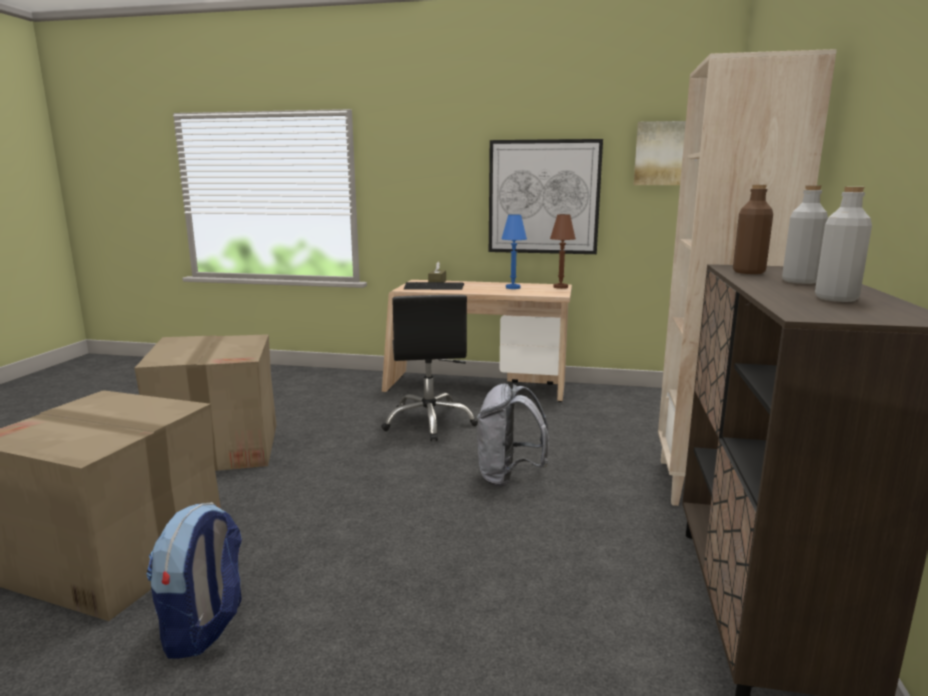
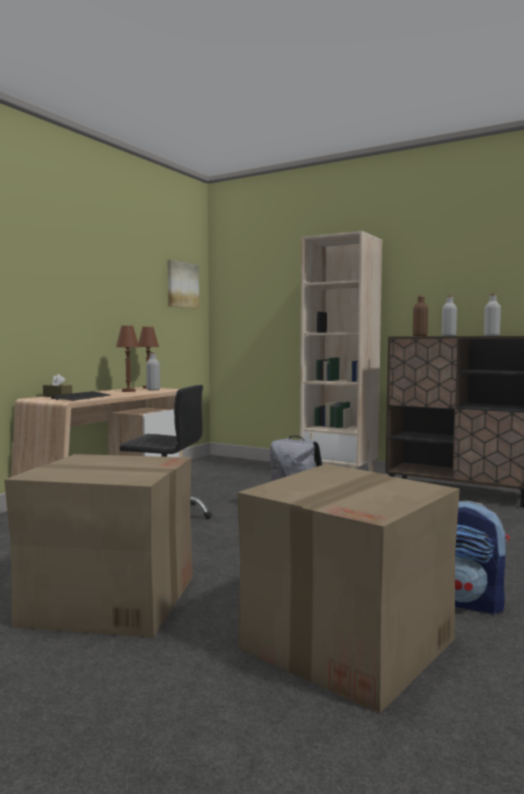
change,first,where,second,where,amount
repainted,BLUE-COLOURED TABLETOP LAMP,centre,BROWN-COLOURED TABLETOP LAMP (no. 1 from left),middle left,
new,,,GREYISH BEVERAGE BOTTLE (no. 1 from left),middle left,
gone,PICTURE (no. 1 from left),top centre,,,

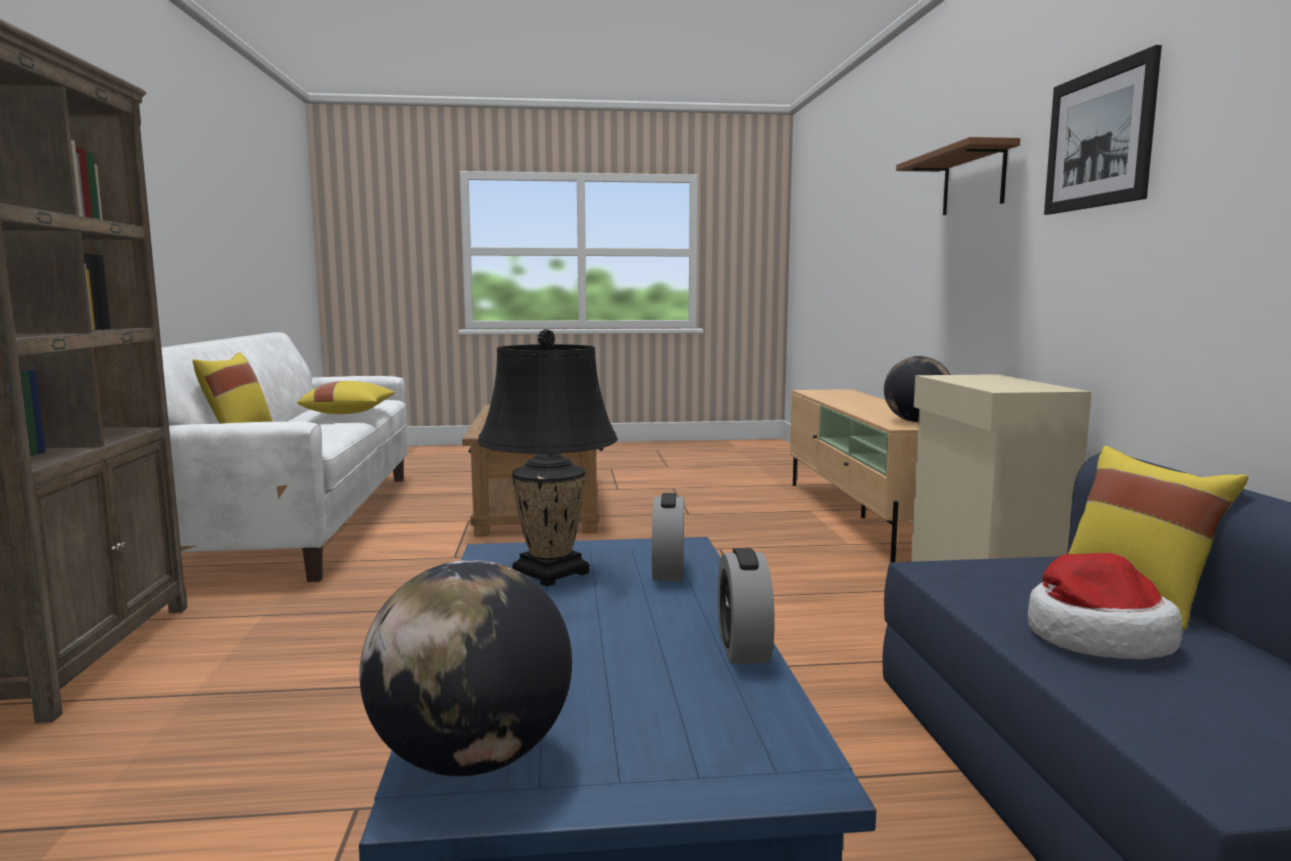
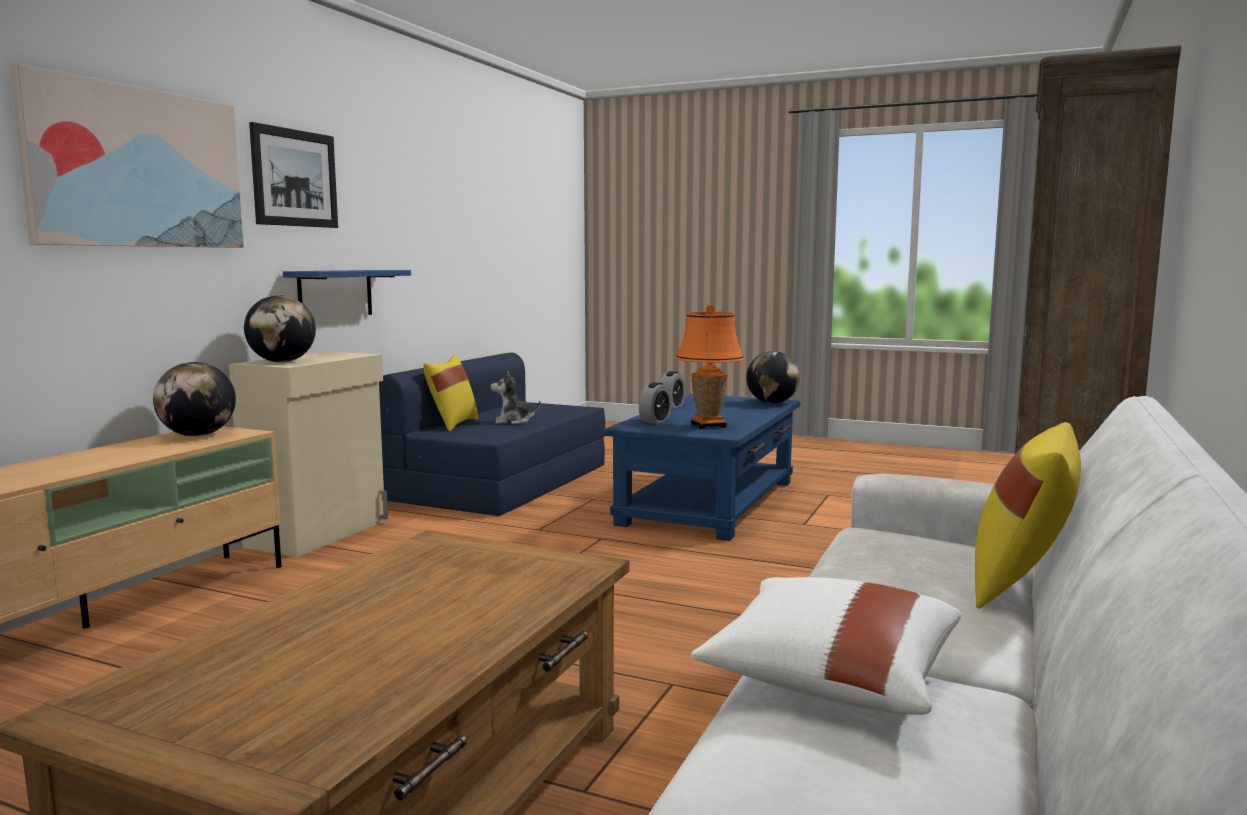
change,first,where,second,where,amount
swapped,BROWN-COLOURED BRACKET SHELF,top right,PICTURE (no. 1 from left),top left,
new,,,WORLD GLOBE (no. 2 from left),middle left,
new,,,BLUE-COLOURED BRACKET SHELF,middle left,
swapped,HAT,bottom right,CUDDLY TOY,centre,
repainted,BLACKISH TABLETOP LAMP,centre,ORANGE TABLETOP LAMP,centre,
repainted,YELLOWISH THROW PILLOW (no. 2 from left),middle left,WHITE THROW PILLOW,bottom centre,

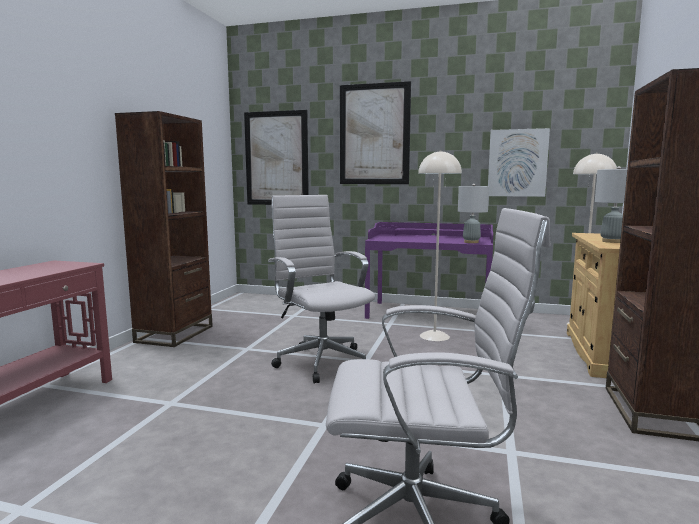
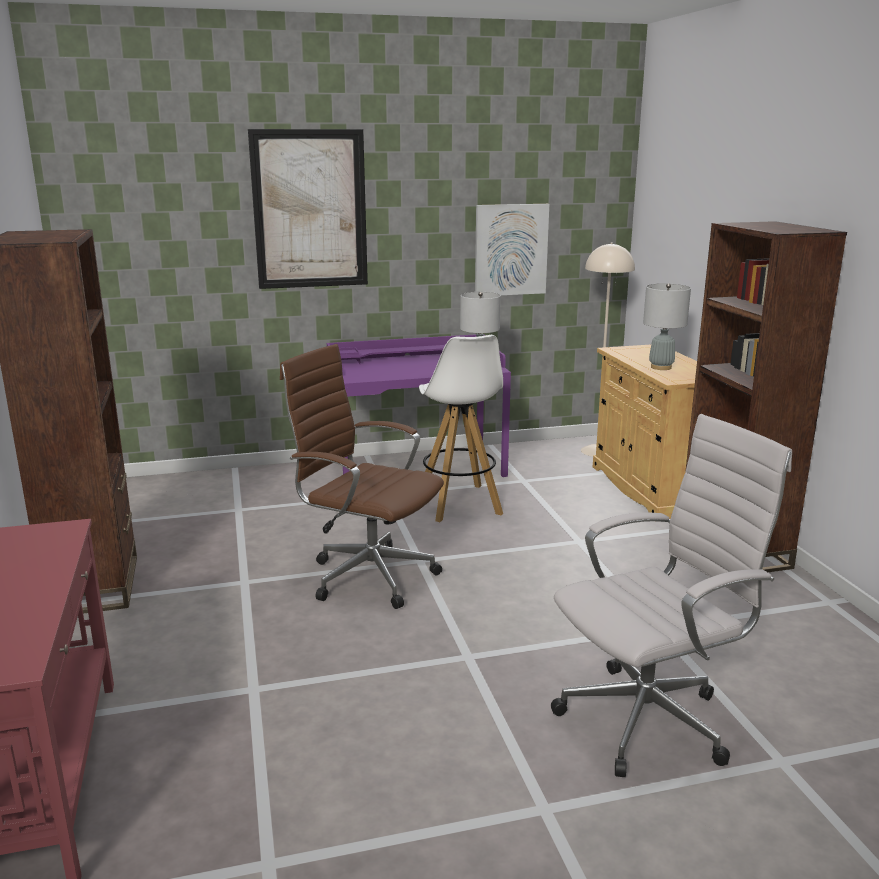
change,first,where,second,where,amount
repainted,WHITE OFFICE CHAIR (no. 1 from left),centre,BROWN-COLOURED OFFICE CHAIR,centre,
swapped,BEIGE STANDARD LAMP (no. 1 from left),centre,WHITE STOOL SEAT,centre,
gone,PICTURE (no. 1 from left),top centre,,,

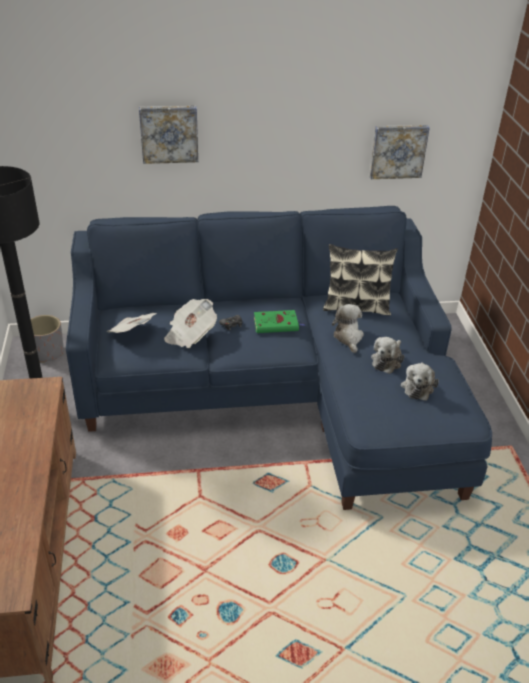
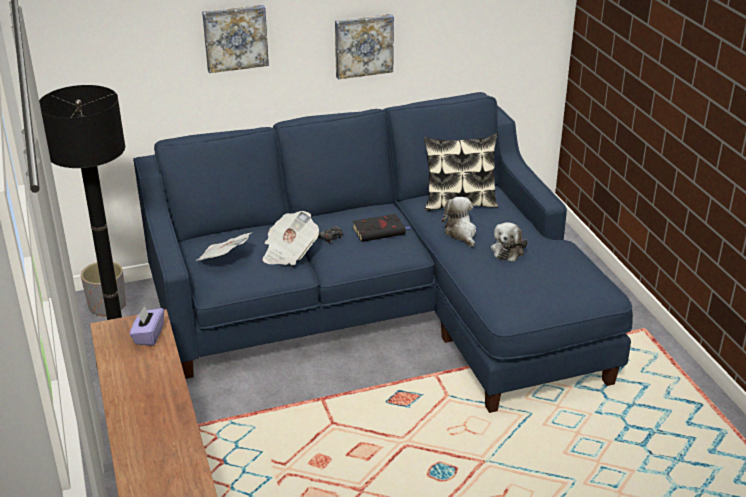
change,first,where,second,where,amount
new,,,PURPLE-COLOURED BOX OF TISSUES,middle left,
shifted,PICTURE (no. 2 from left),top right,,top centre,
repainted,GREEN-COLOURED VOLUME,centre,BLACKISH VOLUME,centre,
gone,CUDDLY TOY (no. 3 from left),middle right,,,

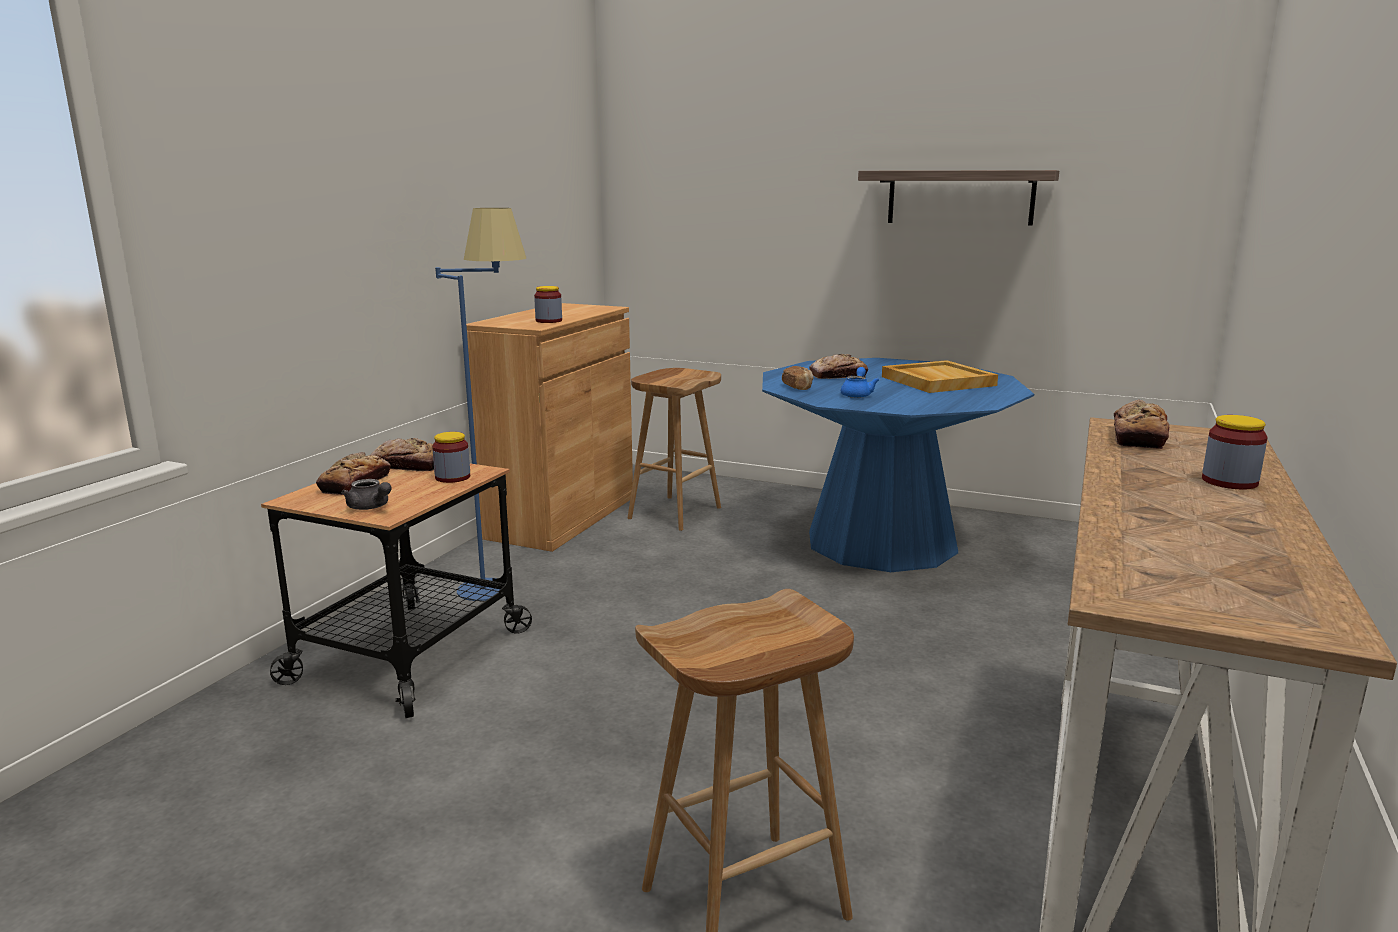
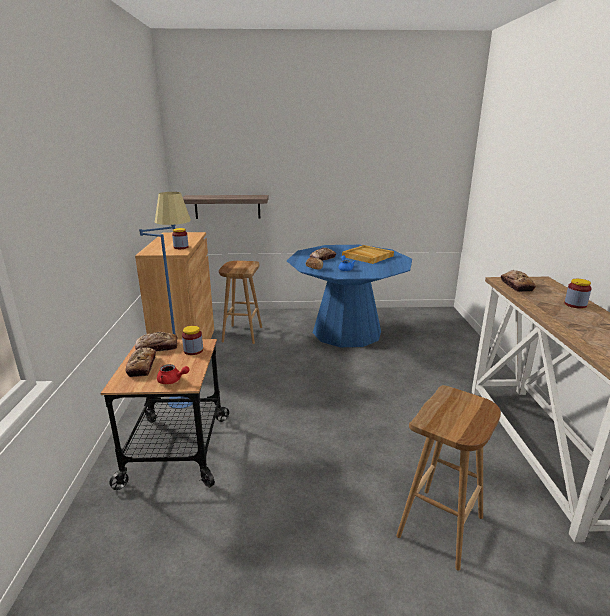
change,first,where,second,where,amount
repainted,GREYISH POT FOR TEA,middle left,RED POT FOR TEA,middle left,
shifted,BRACKET SHELF,top right,,centre,

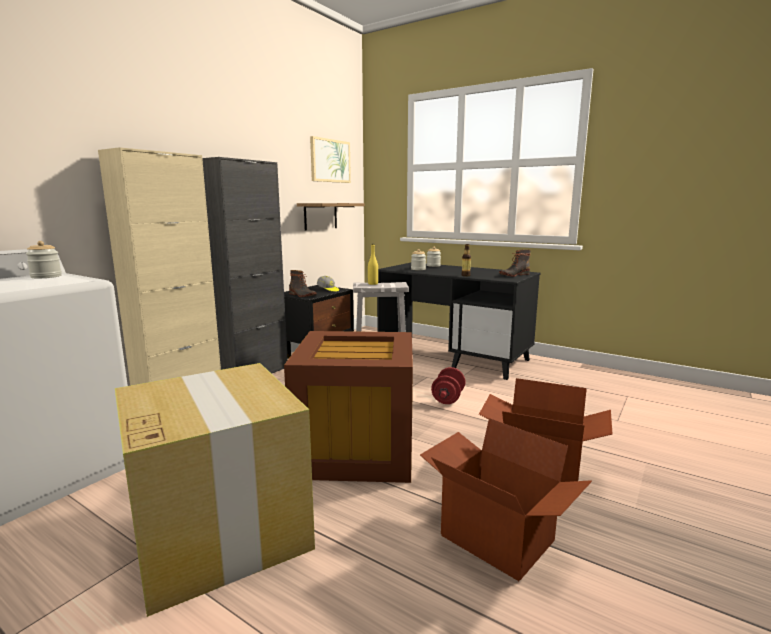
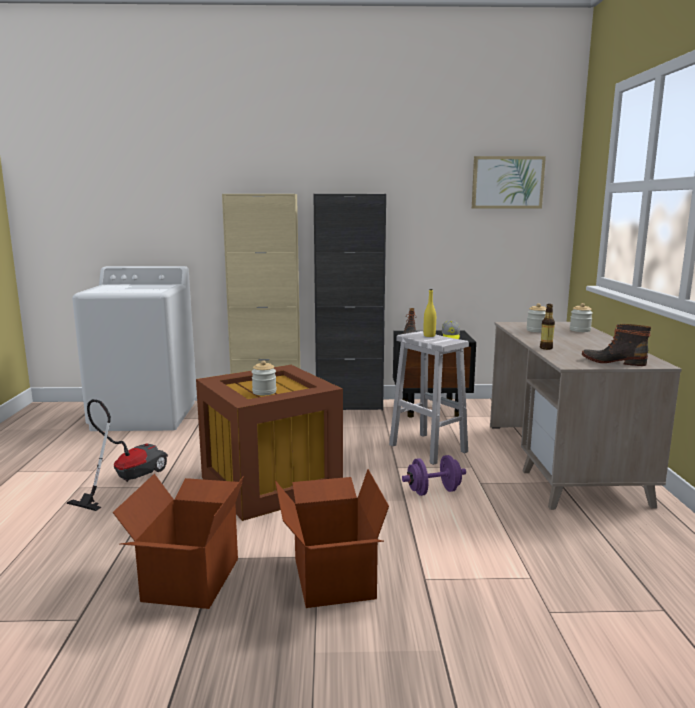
change,first,where,second,where,amount
swapped,CARDBOARD BOX (no. 1 from left),bottom left,VACUUM,middle left,
shifted,STORAGE JAR (no. 1 from left),middle left,,centre,
repainted,RED HAND WEIGHT,centre,PURPLE-COLOURED HAND WEIGHT,bottom centre,
repainted,BLACKISH DESK UNIT,centre,BEIGE DESK UNIT,middle right,
gone,BRACKET SHELF,centre,,,

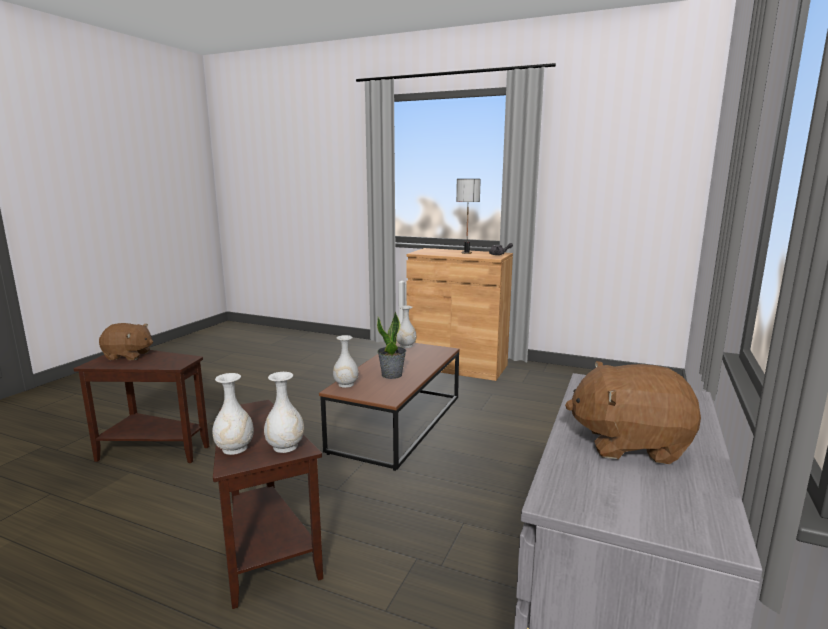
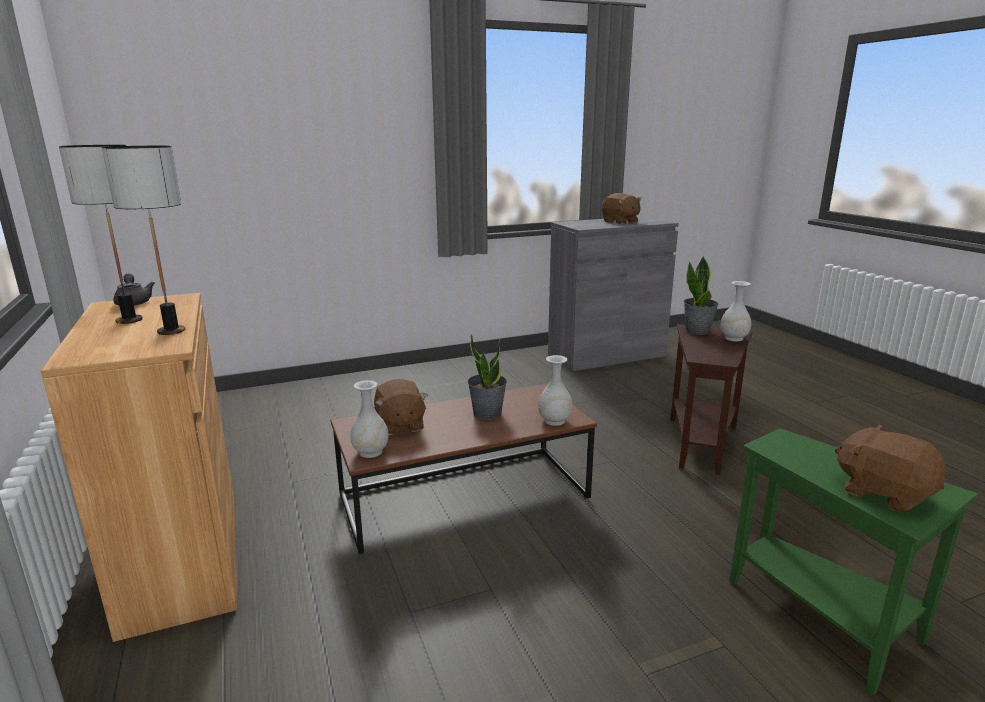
change,first,where,second,where,amount
new,,,TABLETOP LAMP (no. 2 from left),middle left,
new,,,BROWN-COLOURED CUDDLY TOY (no. 1 from left),centre,
swapped,WHITE VASE (no. 2 from left),centre,POTTED PLANT (no. 2 from left),middle right,
repainted,BROWN-COLOURED END TABLE (no. 1 from left),middle left,GREEN-COLOURED END TABLE,bottom right,

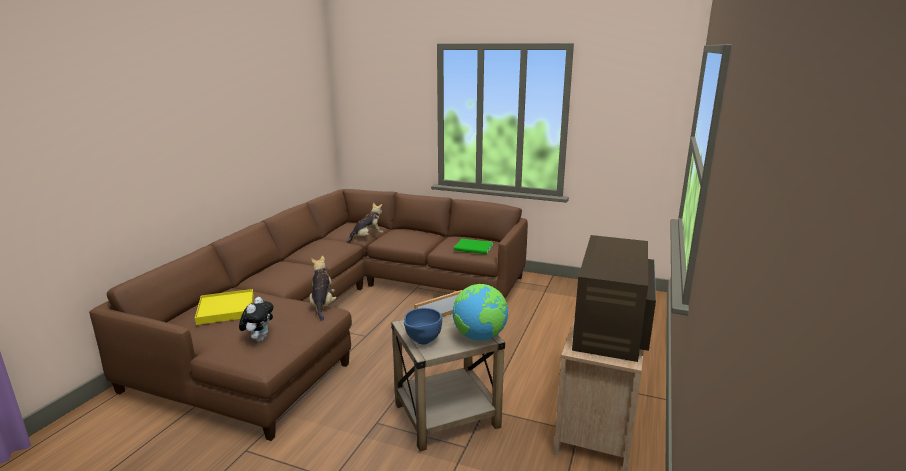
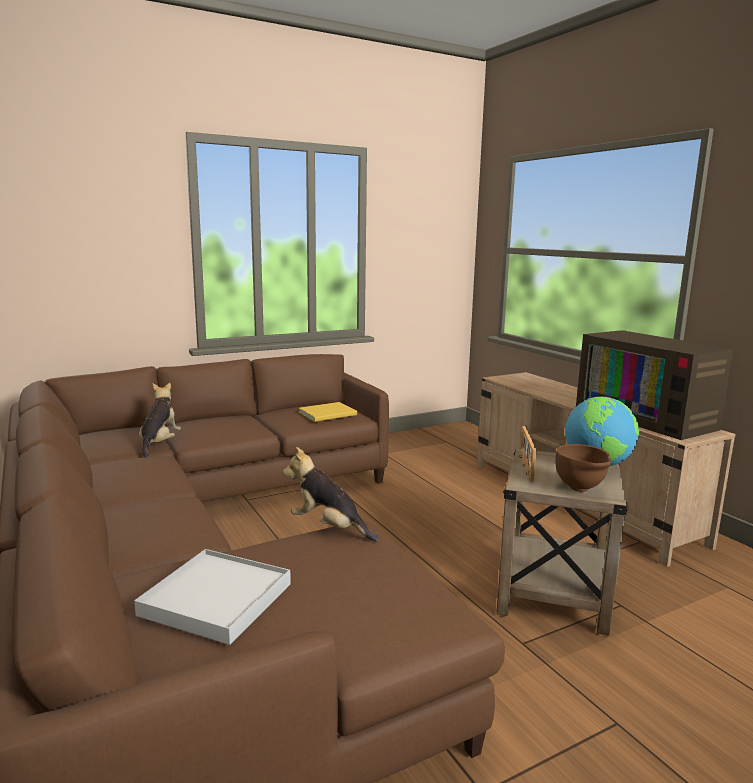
change,first,where,second,where,amount
repainted,YELLOWISH SERVING TRAY,middle left,WHITE SERVING TRAY,bottom left,
repainted,GREEN-COLOURED VOLUME,centre,YELLOWISH VOLUME,centre,
repainted,BLUE-COLOURED BOWL,bottom centre,BROWN-COLOURED BOWL,middle right,
gone,CUDDLY TOY (no. 1 from left),bottom left,,,

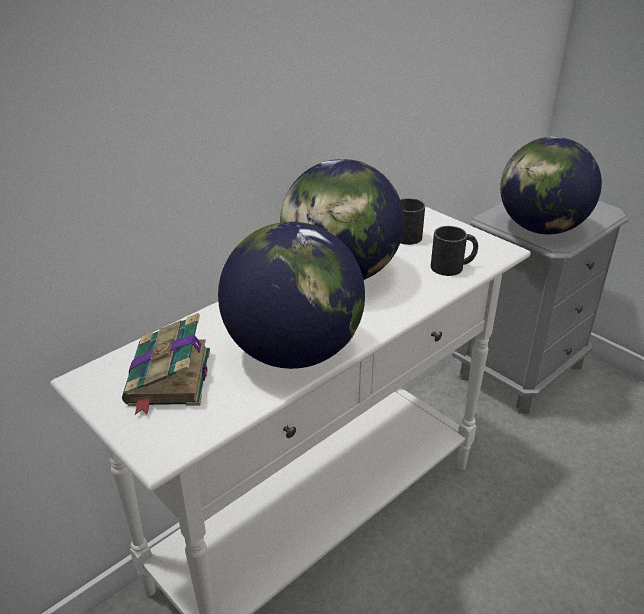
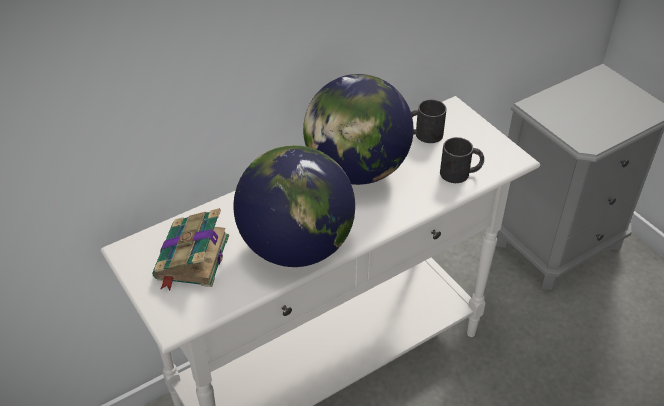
change,first,where,second,where,amount
gone,WORLD GLOBE (no. 3 from left),top right,,,

